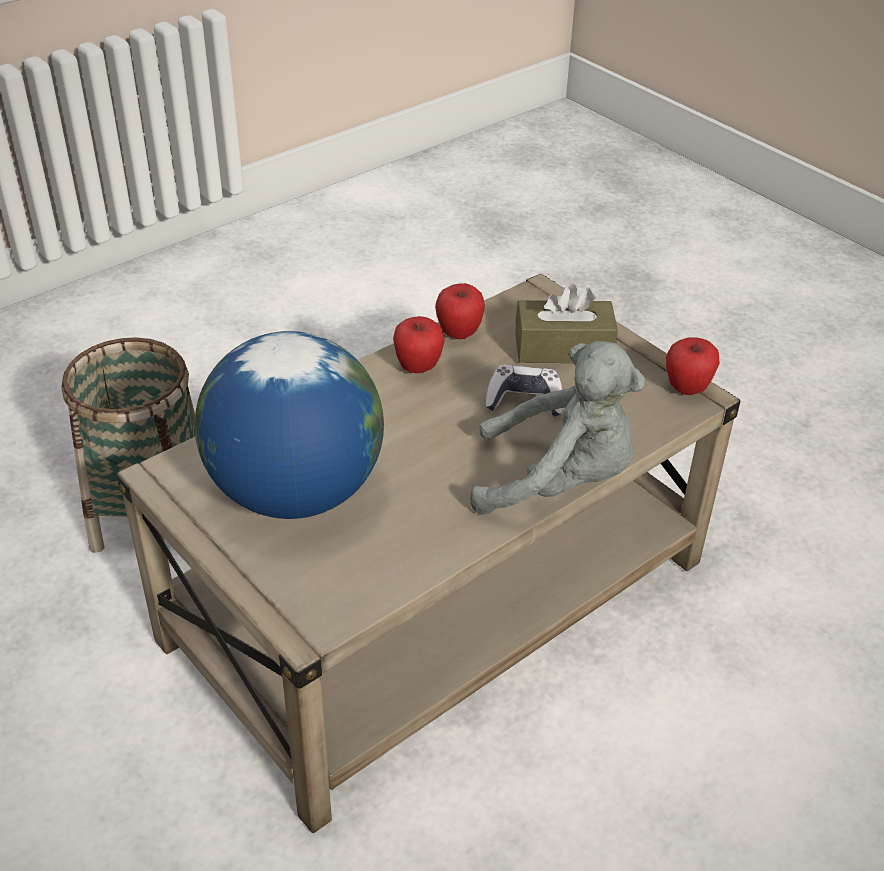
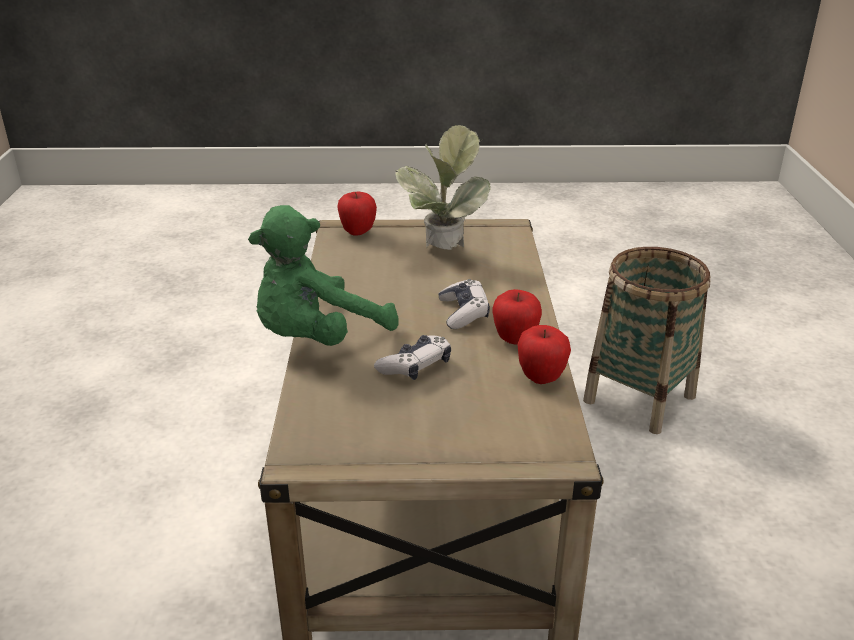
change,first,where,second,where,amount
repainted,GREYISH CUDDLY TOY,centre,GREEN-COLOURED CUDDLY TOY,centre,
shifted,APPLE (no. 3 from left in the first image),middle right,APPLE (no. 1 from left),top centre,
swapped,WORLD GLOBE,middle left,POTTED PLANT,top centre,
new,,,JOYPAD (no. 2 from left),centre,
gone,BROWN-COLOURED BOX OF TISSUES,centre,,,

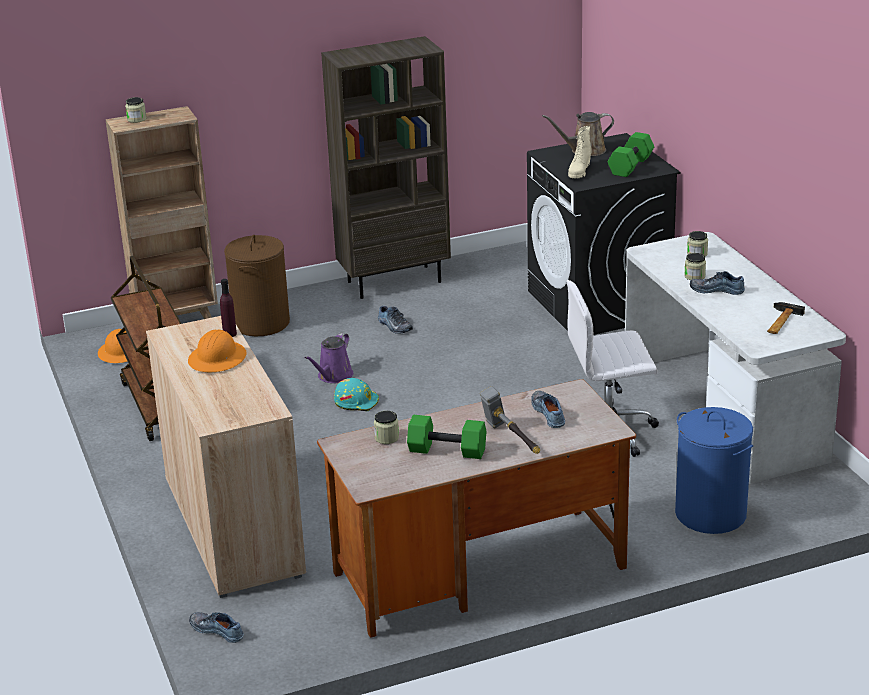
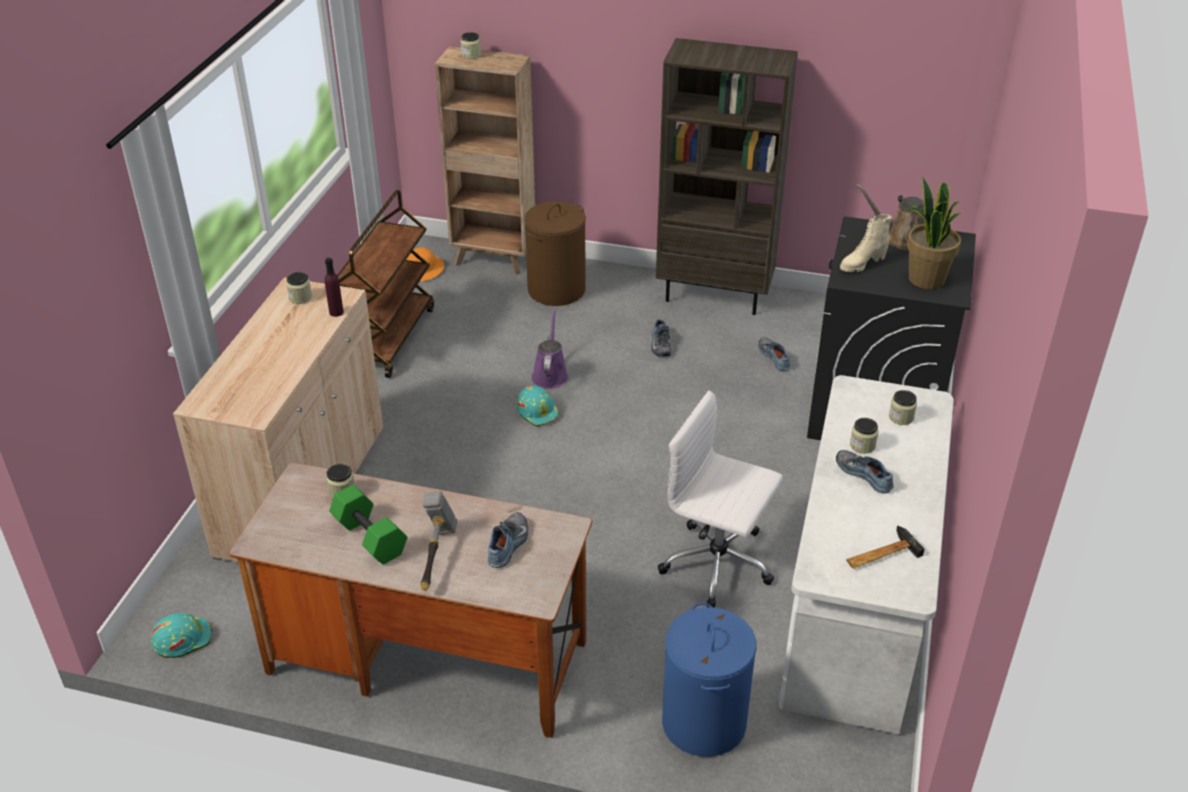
change,first,where,second,where,amount
new,,,TURQUOISE SAFETY HELMET (no. 1 from left),bottom left,
new,,,STORAGE JAR (no. 1 from left),middle left,
rotated,PURPLE-COLOURED WATERING CAN,centre,,centre,120 degrees clockwise
shifted,LOW SHOE (no. 1 from left in the first image),bottom left,LOW SHOE (no. 3 from left),centre,
swapped,GREEN-COLOURED HAND WEIGHT (no. 2 from left),top right,POTTED PLANT,top right,
gone,ORANGE SAFETY HELMET (no. 2 from left),middle left,,,

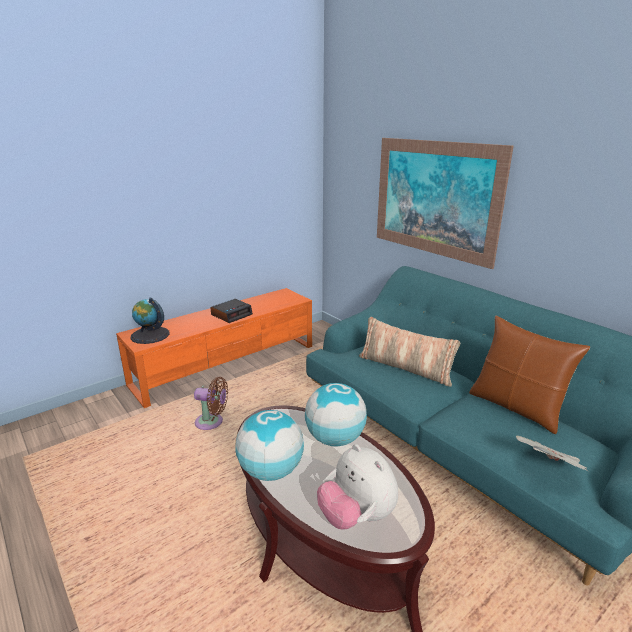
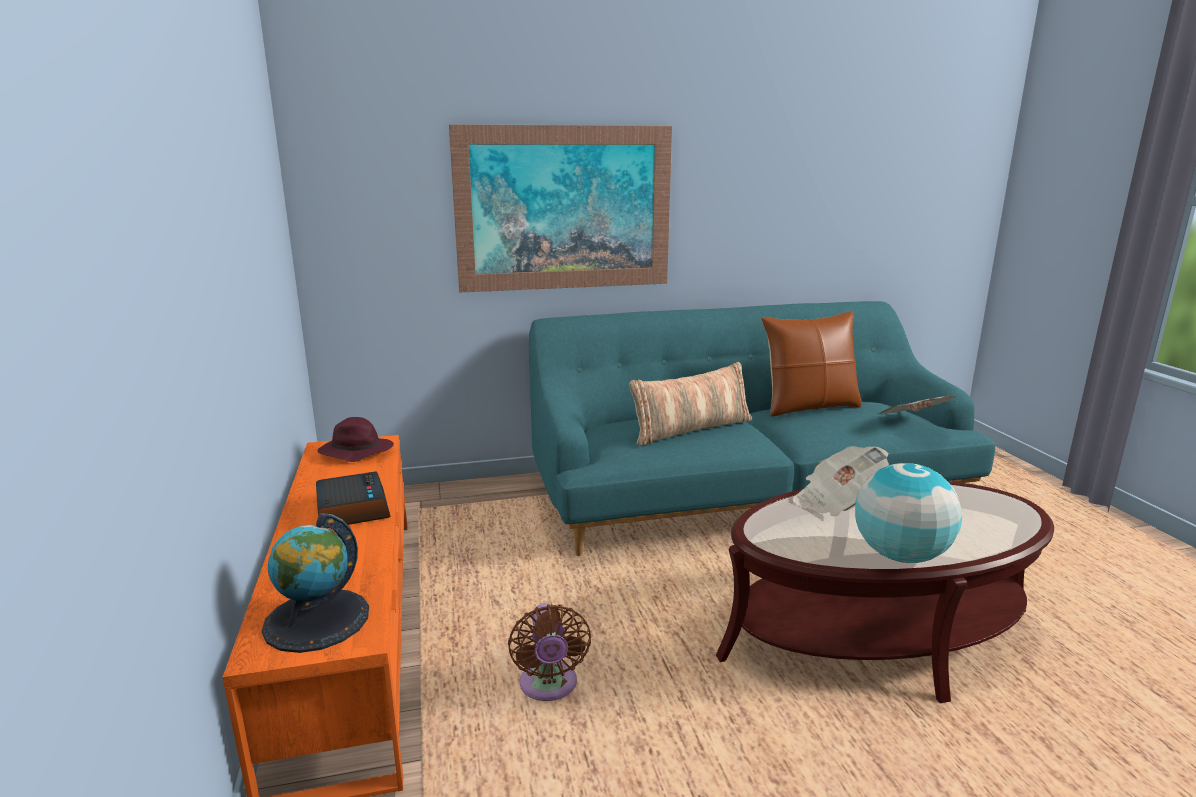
change,first,where,second,where,amount
new,,,PURPLE-COLOURED HAT,middle left,
rotated,BROWN-COLOURED FAN,centre,,bottom centre,135 degrees clockwise
swapped,WORLD GLOBE (no. 3 from left),centre,NEWSPAPER (no. 1 from left),middle right,
gone,CUDDLY TOY,bottom centre,,,

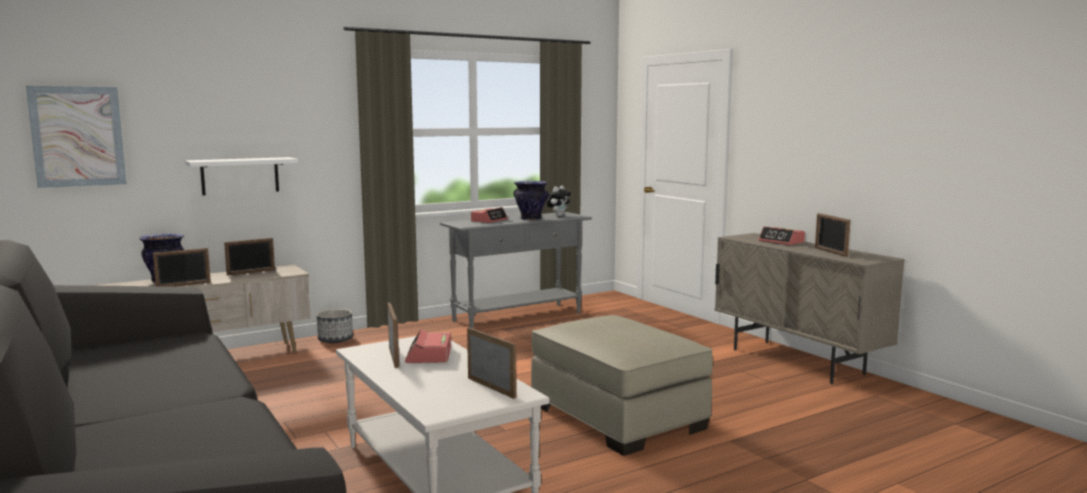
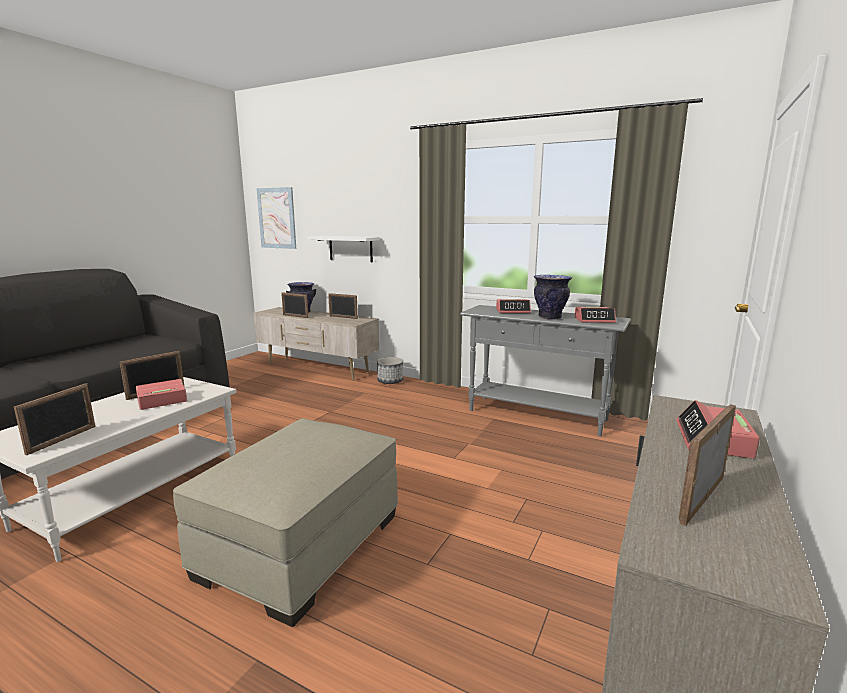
change,first,where,second,where,amount
swapped,CUDDLY TOY,centre,TABLE CLOCK (no. 3 from left),middle right,

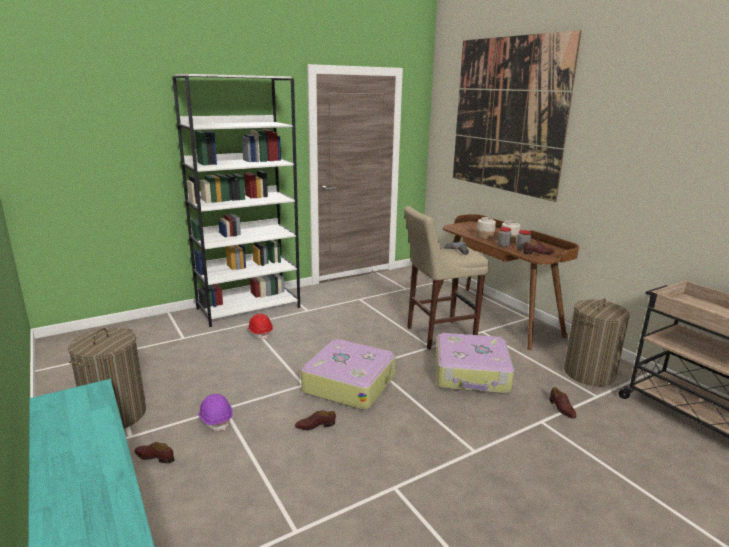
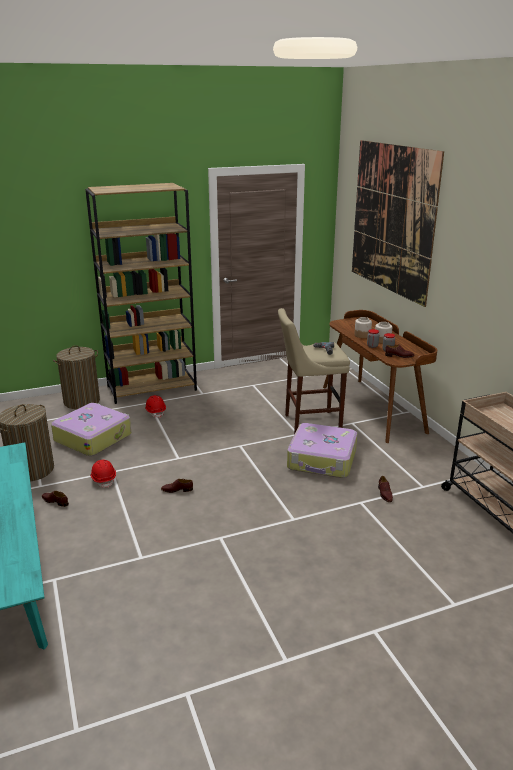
change,first,where,second,where,amount
shifted,TRAVEL CASE (no. 1 from left),bottom centre,,middle left,
shifted,WASHING BASKET (no. 2 from left),middle right,,middle left,
repainted,WHITE BOOKCASE,middle left,BROWN-COLOURED BOOKCASE,middle left,
repainted,PURPLE-COLOURED SAFETY HELMET,bottom left,RED SAFETY HELMET (no. 1 from left),middle left,

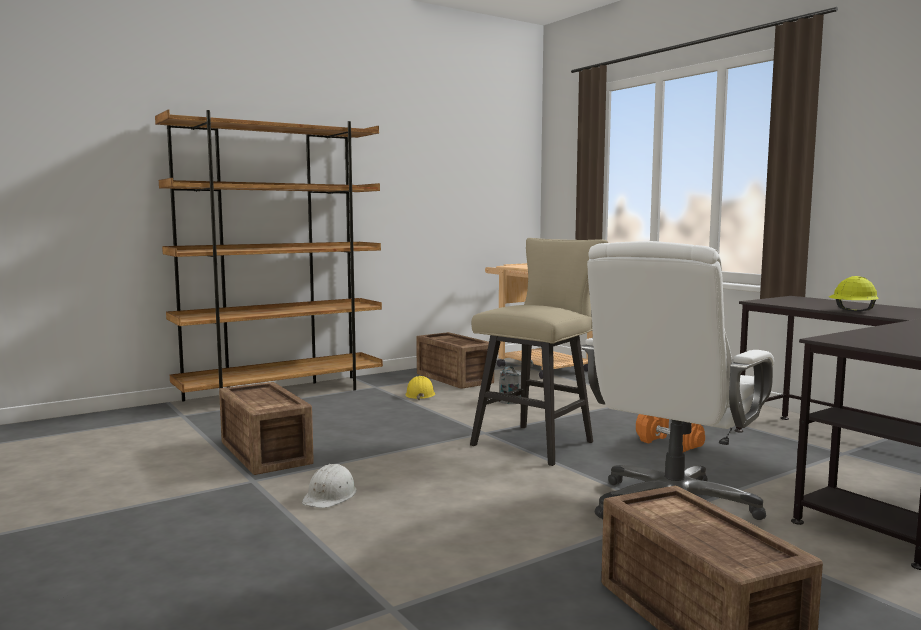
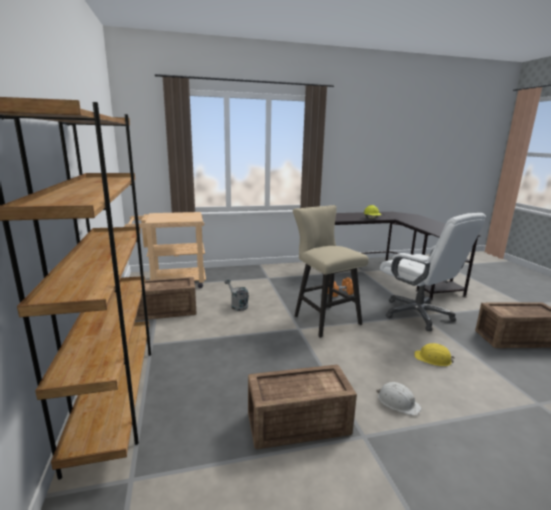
change,first,where,second,where,amount
shifted,YELLOWISH SAFETY HELMET (no. 1 from left in the first image),centre,YELLOWISH SAFETY HELMET (no. 2 from left),bottom right,

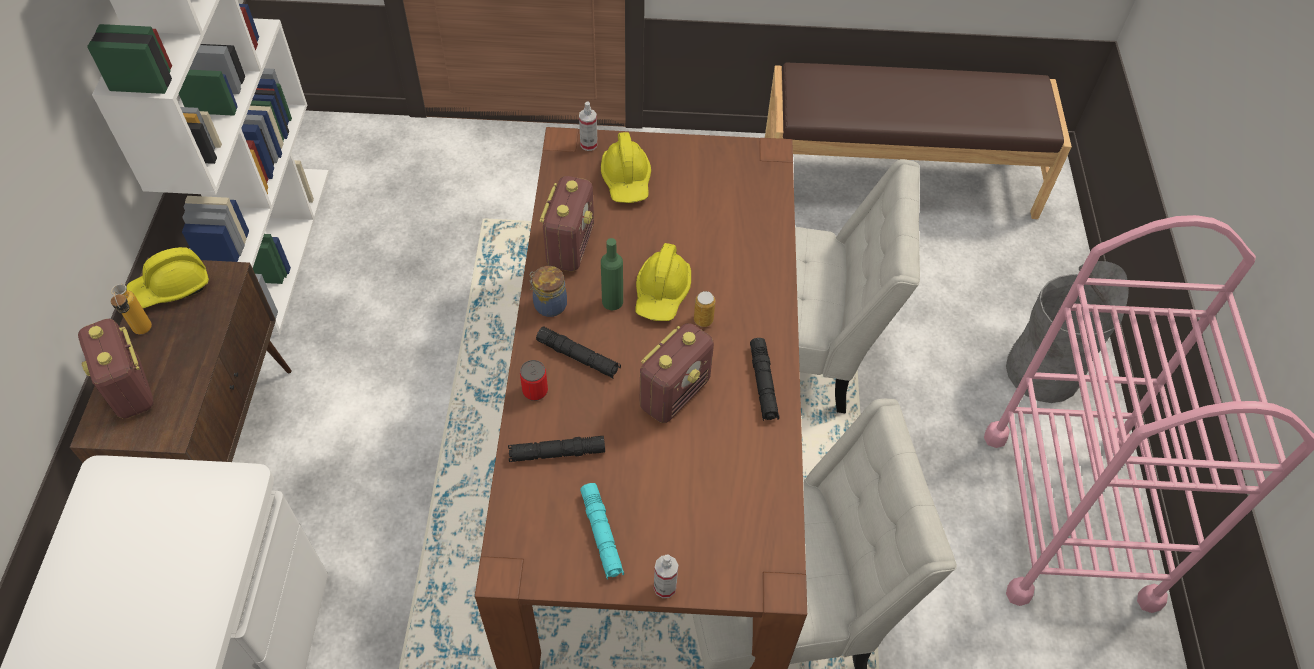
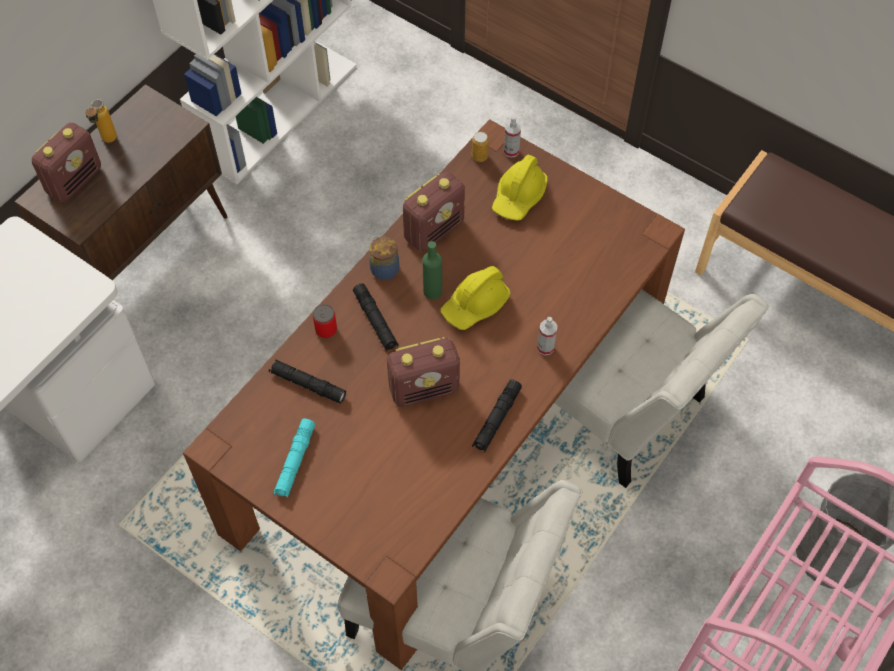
change,first,where,second,where,amount
rotated,RADIO RECEIVER (no. 1 from left),middle left,,top left,150 degrees counterclockwise
shifted,CAN (no. 2 from left),centre,,top centre,
shifted,SPRAYER (no. 2 from left),bottom centre,,centre,
gone,YELLOWISH SAFETY HELMET (no. 1 from left),middle left,,,

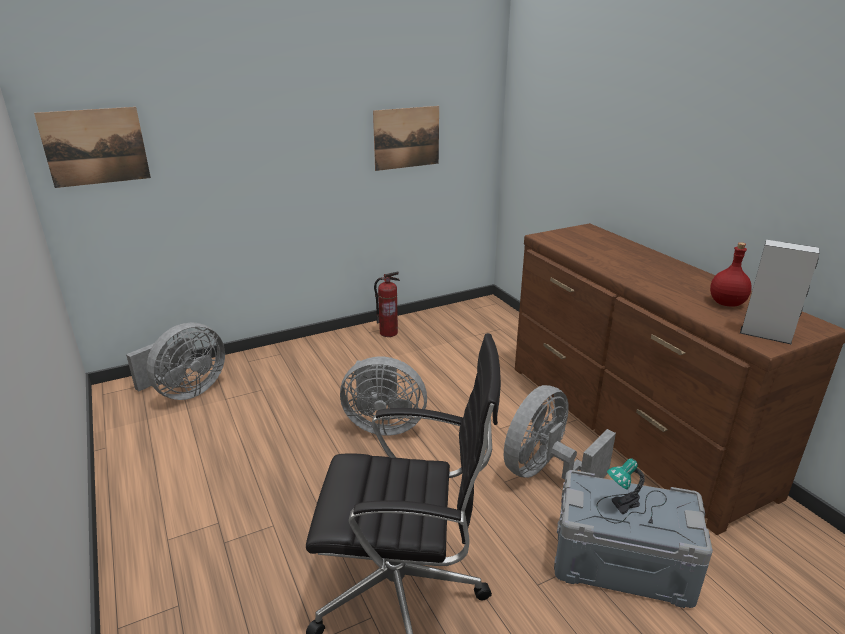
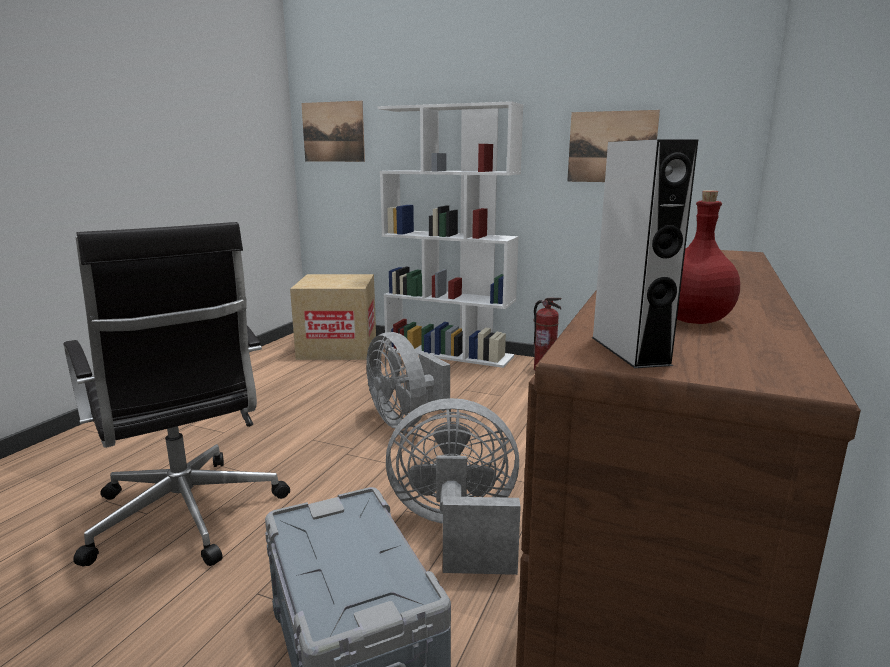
change,first,where,second,where,amount
swapped,GREYISH FAN (no. 1 from left),middle left,CARDBOARD BOX,centre,
new,,,WHITE BOOKCASE,centre,
gone,TABLETOP LAMP,bottom right,,,

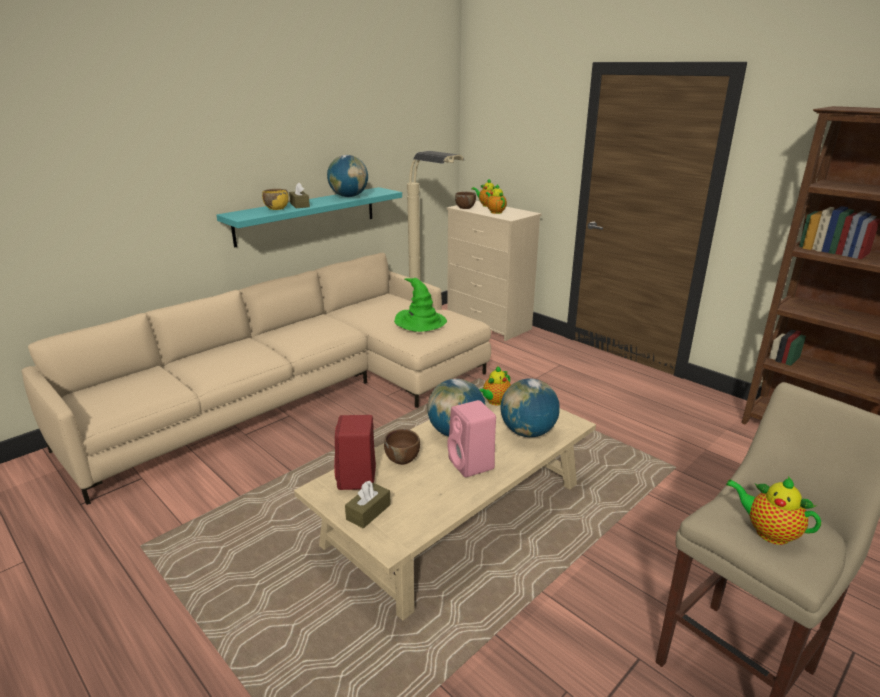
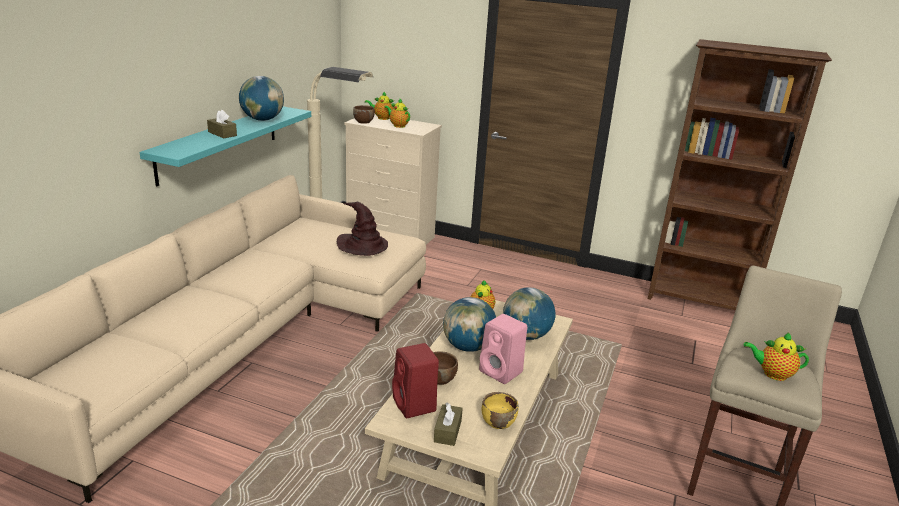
change,first,where,second,where,amount
repainted,GREEN-COLOURED HAT,centre,BROWN-COLOURED HAT,centre,
shifted,YELLOWISH BOWL,top left,,bottom centre,

